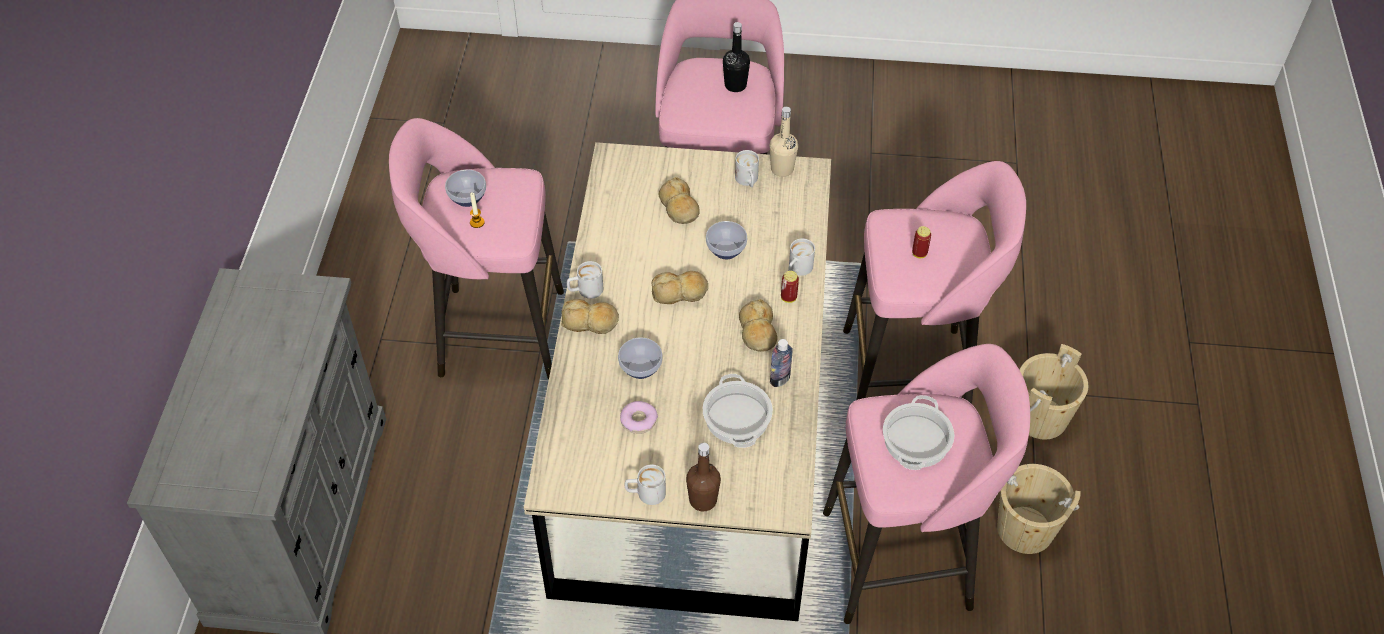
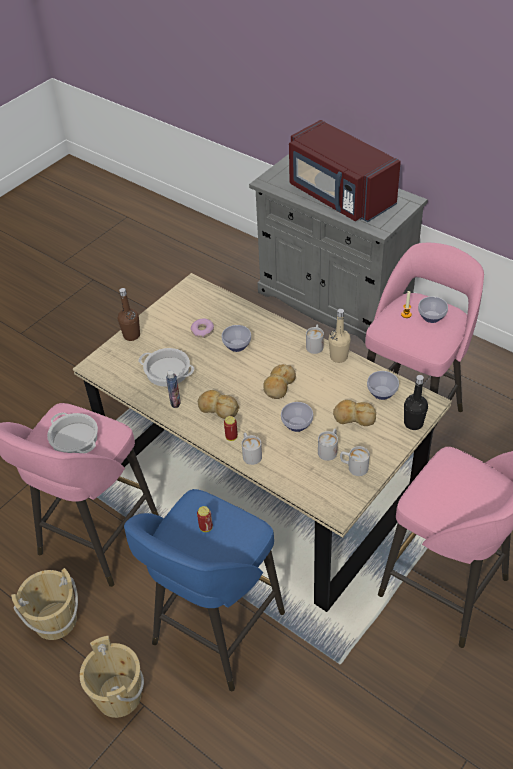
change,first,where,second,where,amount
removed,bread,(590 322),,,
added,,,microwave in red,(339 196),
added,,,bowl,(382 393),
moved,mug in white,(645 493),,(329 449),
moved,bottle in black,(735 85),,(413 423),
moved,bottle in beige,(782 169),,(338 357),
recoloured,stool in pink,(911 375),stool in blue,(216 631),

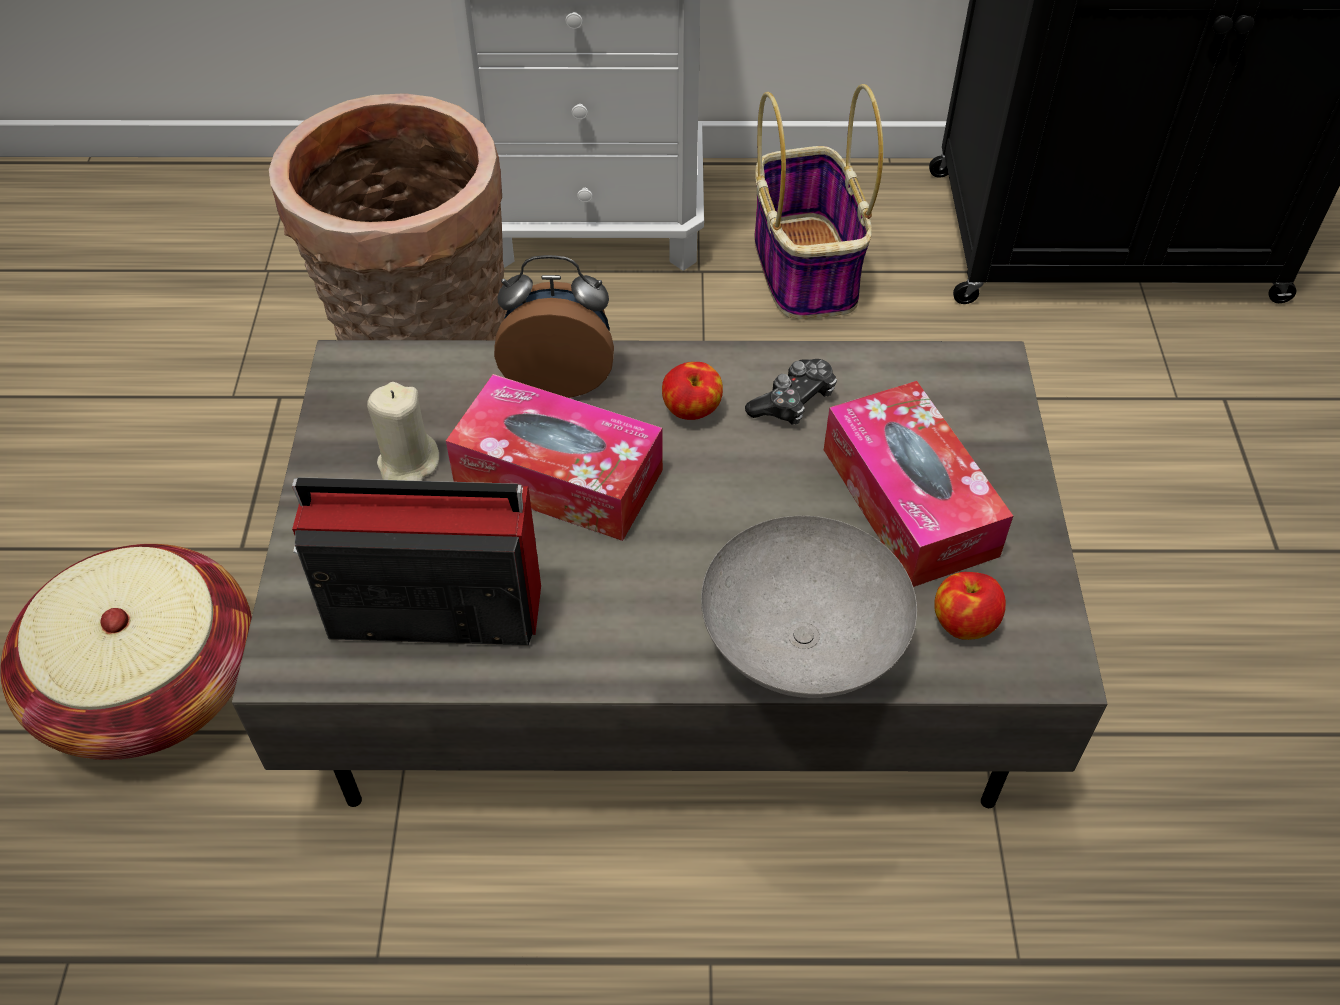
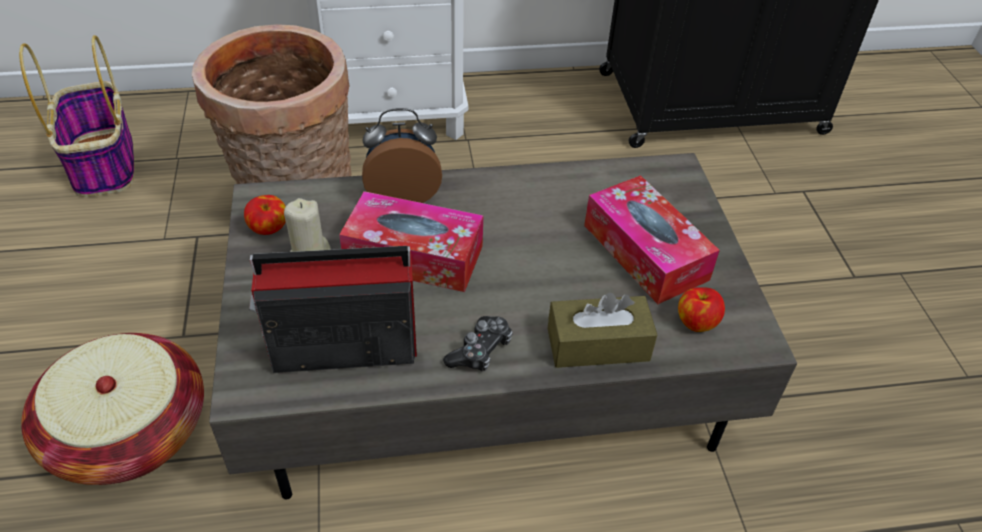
change,first,where,second,where,amount
moved,apple,(692 411),,(269 229),
moved,game controller,(793 401),,(480 351),
moved,basket,(804 267),,(103 162),
replaced,bowl in grey,(805 643),tissue box in brown,(598 344),

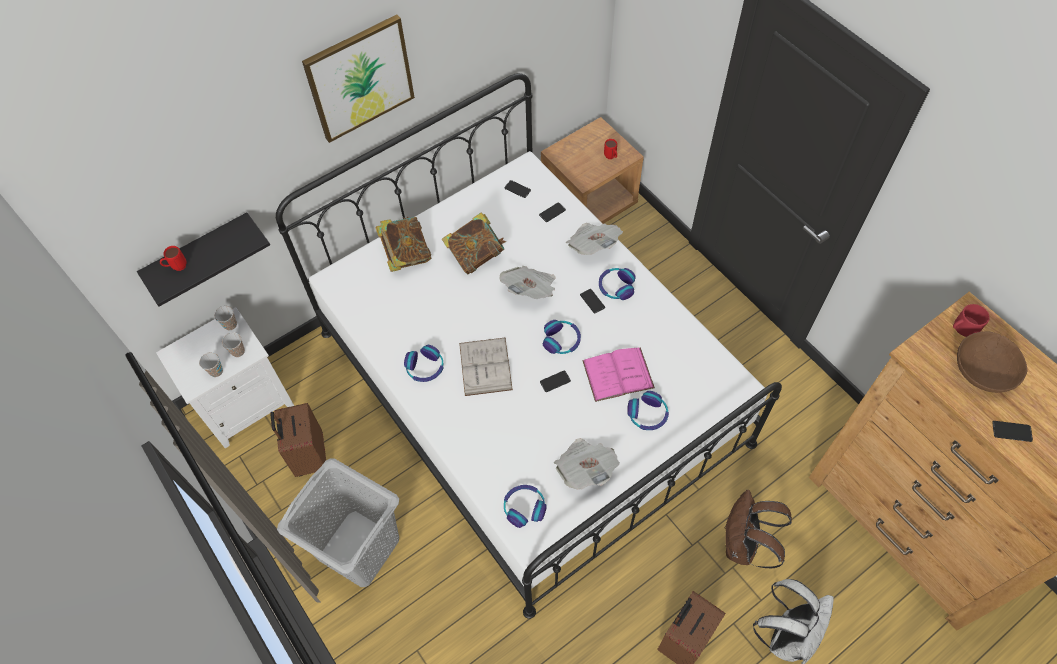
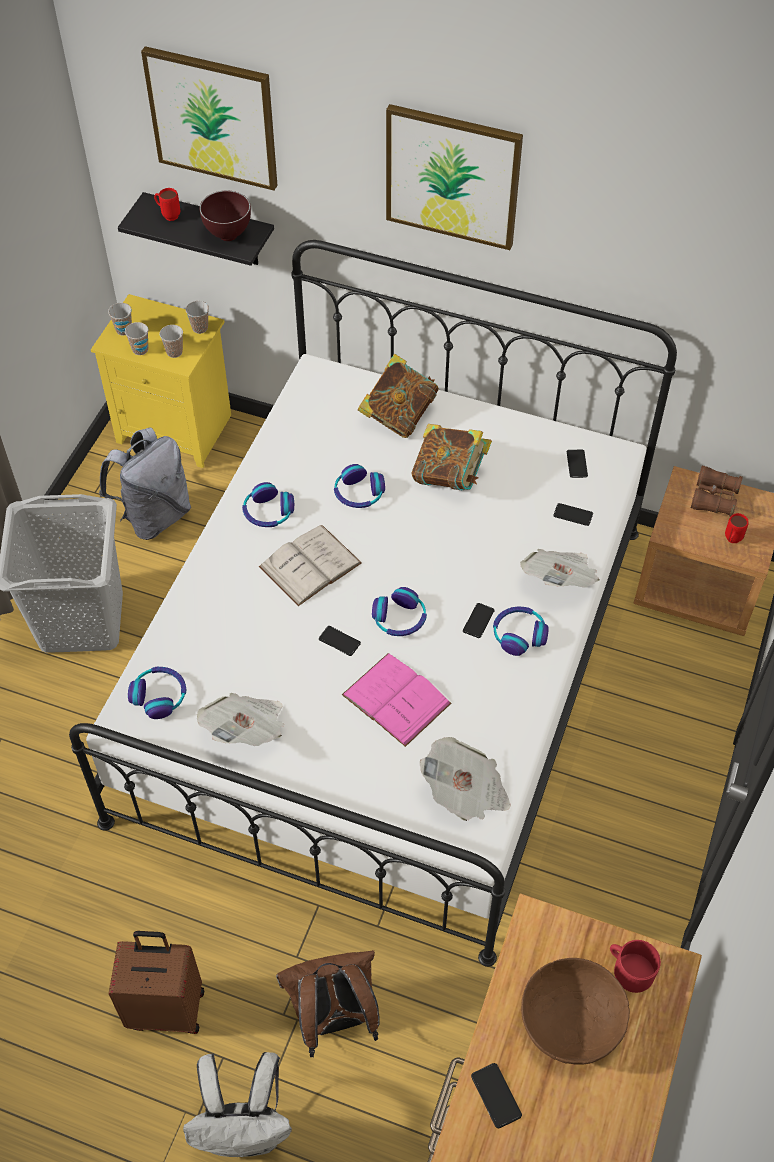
change,first,where,second,where,amount
added,,,cup,(124 330),
added,,,picture,(213 117),
added,,,bowl in brown,(228 235),
added,,,binoculars in brown,(714 498),
moved,newspaper,(530 290),,(465 792),
moved,headphones,(647 414),,(359 493),
replaced,suitcase in brown,(309 456),backpack in grey,(154 516),
recoloured,nightstand in white,(247 403),nightstand in yellow,(177 428),

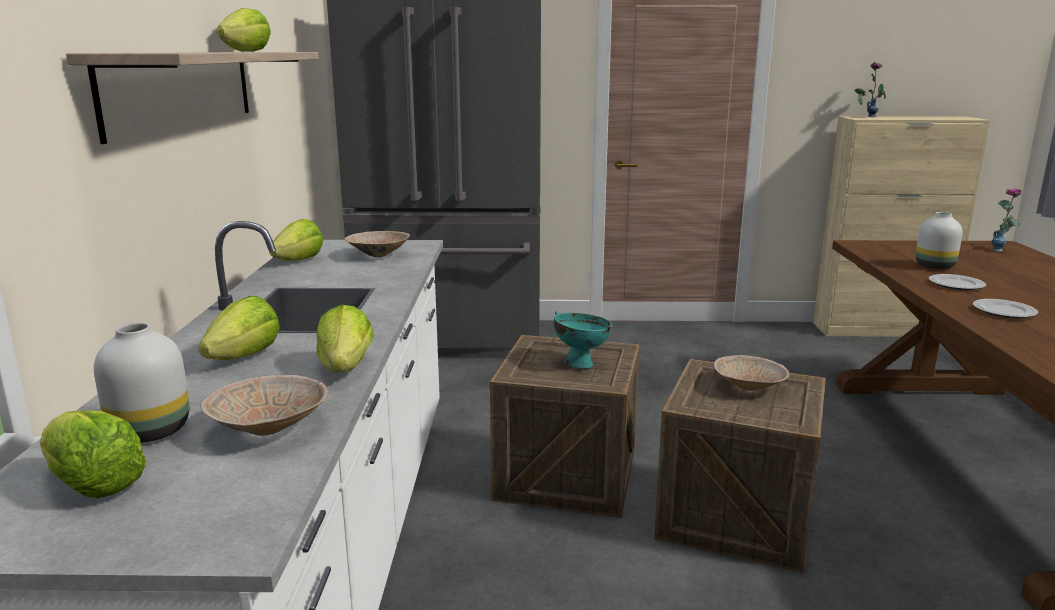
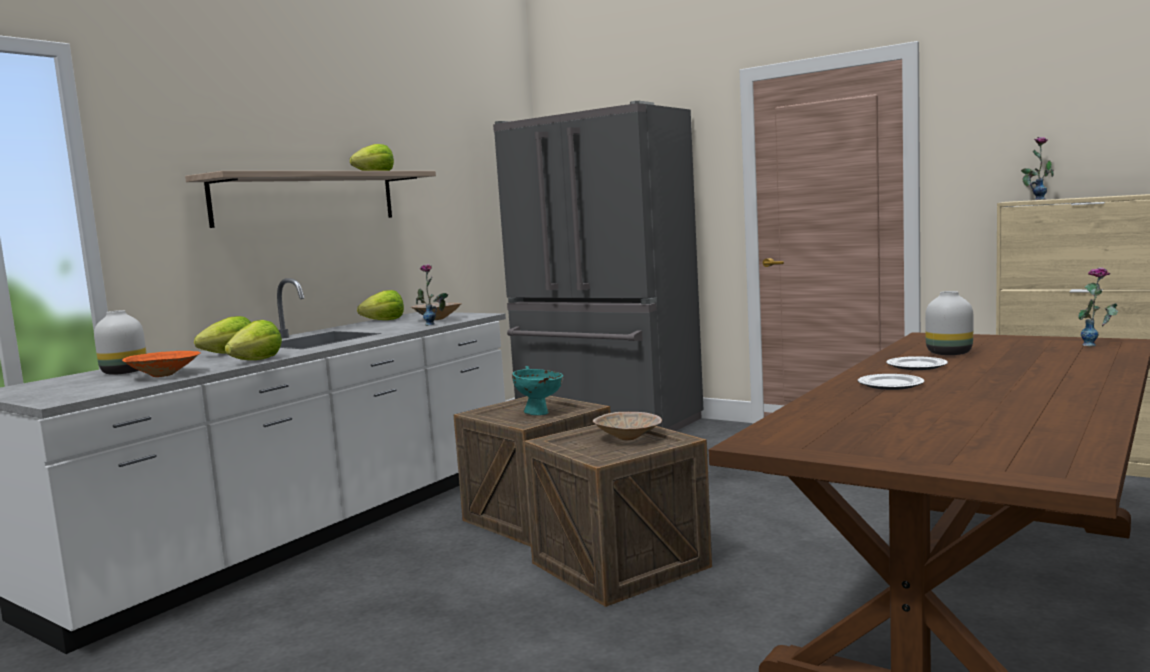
change,first,where,second,where,amount
removed,lettuce,(93 485),,,
added,,,vase,(434 325),
recoloured,bowl in beige,(270 427),bowl in orange,(165 375),

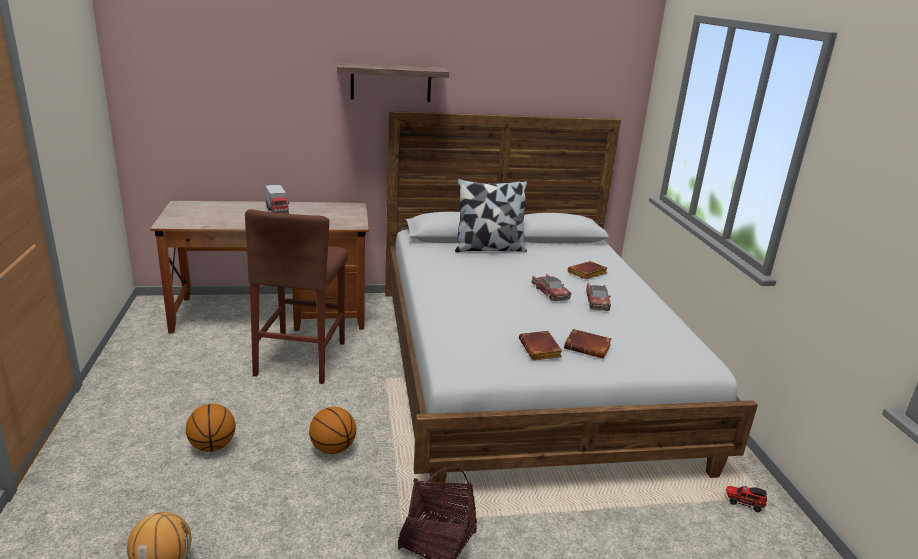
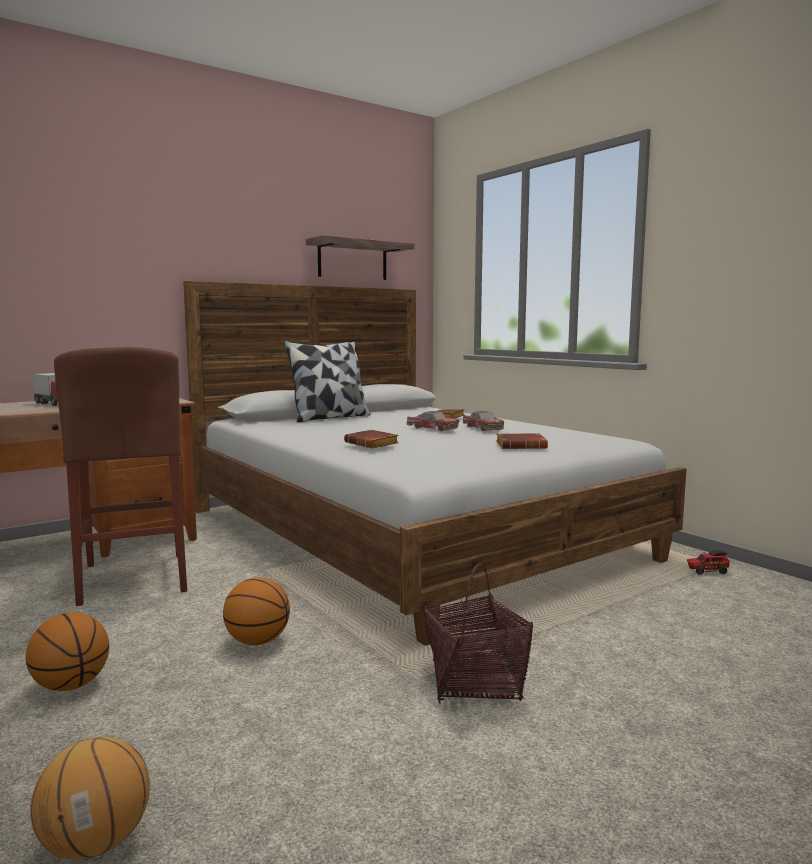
change,first,where,second,where,amount
moved,shelf,(391 82),,(352 260),
moved,book in brown,(541 350),,(373 444),

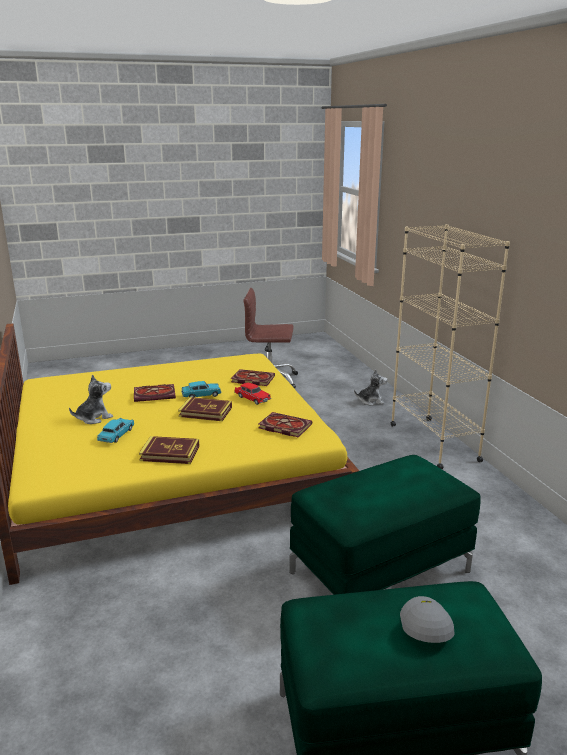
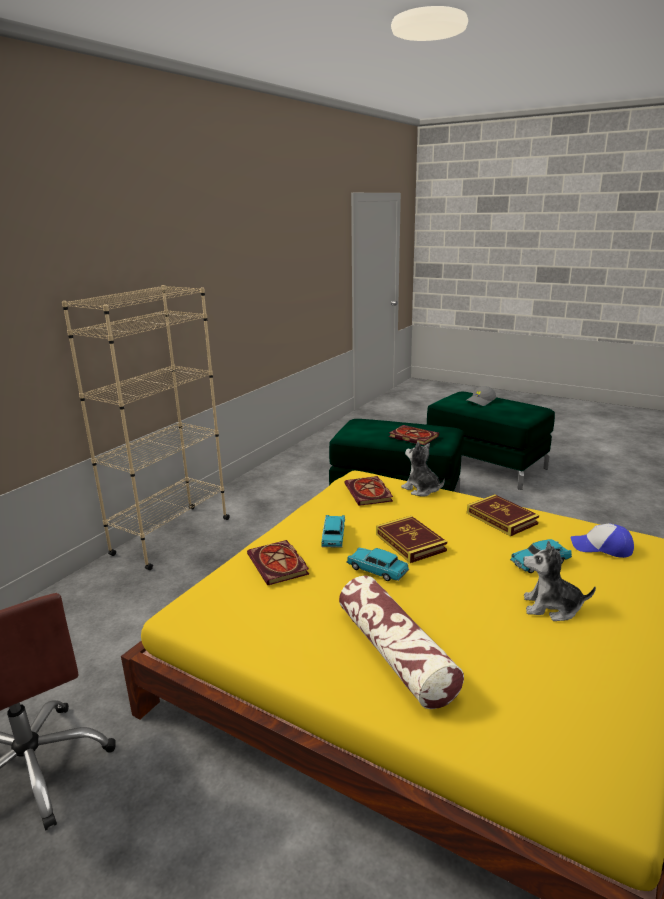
change,first,where,second,where,amount
added,,,pillow,(395 654),
added,,,cap,(602 547),
moved,book,(155 394),,(412 437),
moved,plush toy,(370 401),,(421 489),
recoloured,toy car in red,(252 399),toy car in turquoise,(333 537),

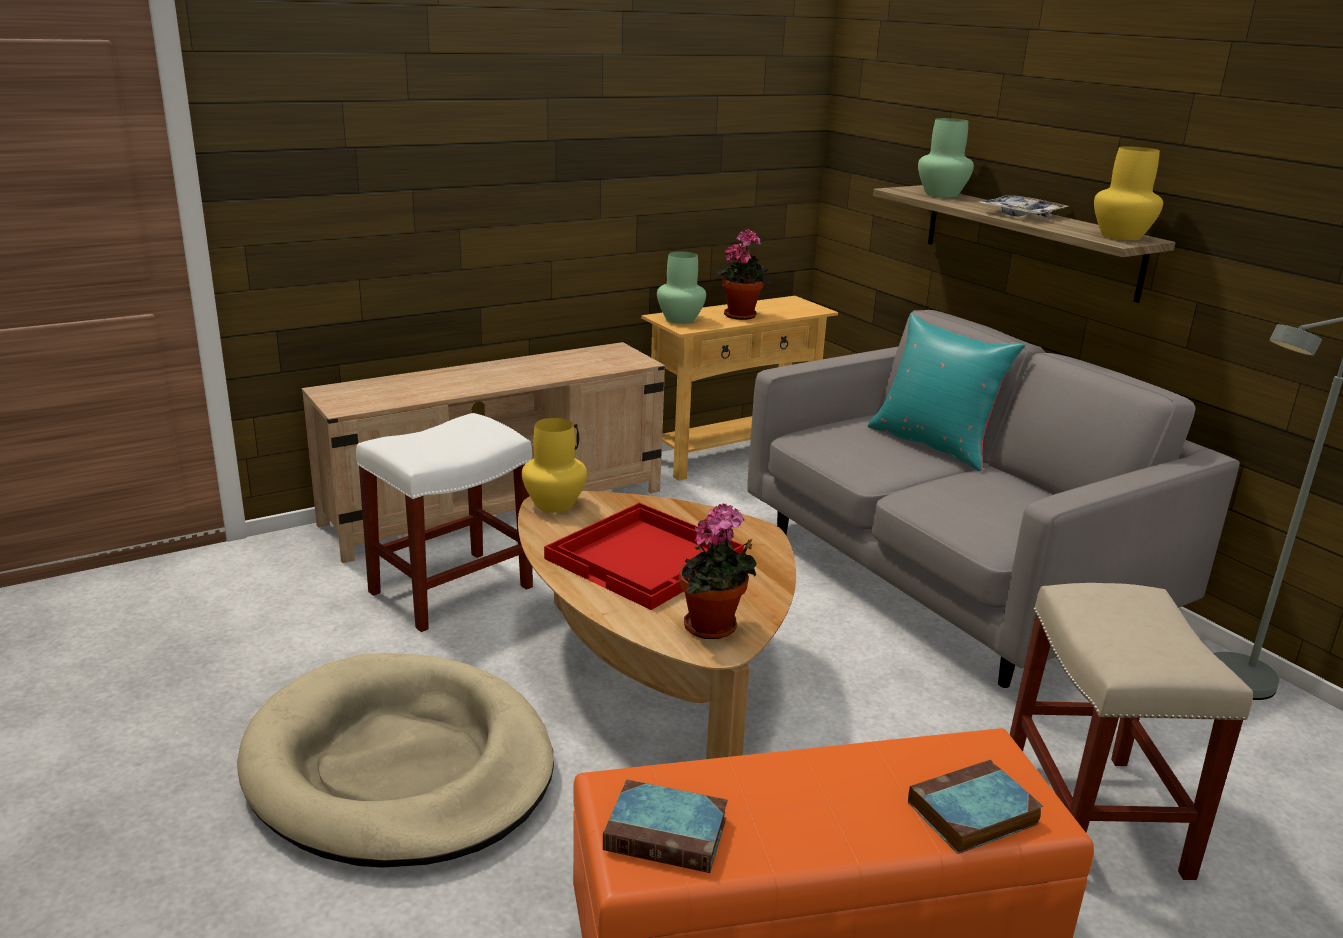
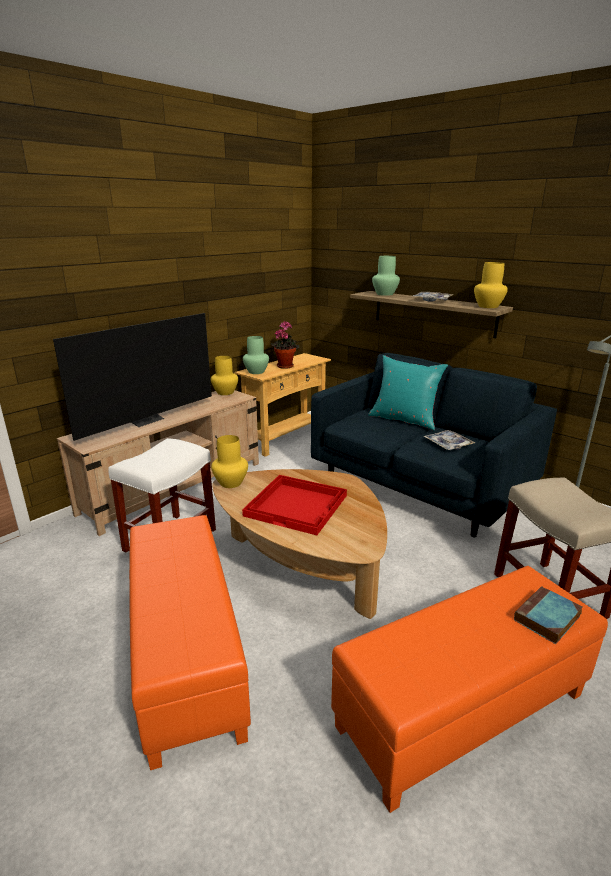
change,first,where,second,where,amount
removed,book,(669 833),,,
removed,potted plant,(714 628),,,
added,,,television,(146 420),
added,,,vase in yellow,(225 392),
added,,,tray,(448 444),
replaced,dog bed in beige,(400 767),ottoman in orange,(188 656),
recoloured,sofa in grey,(948 578),sofa in blue,(419 485),

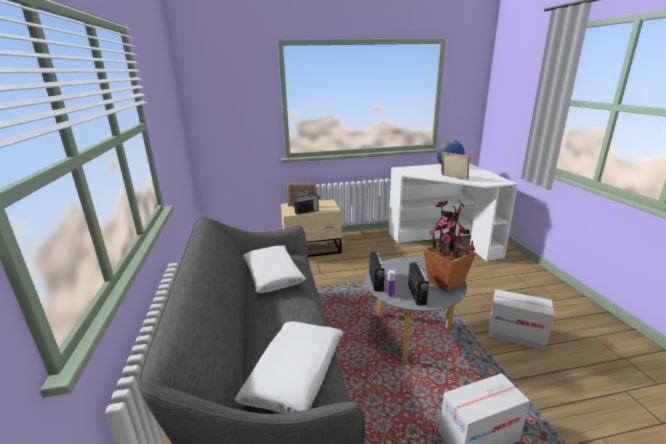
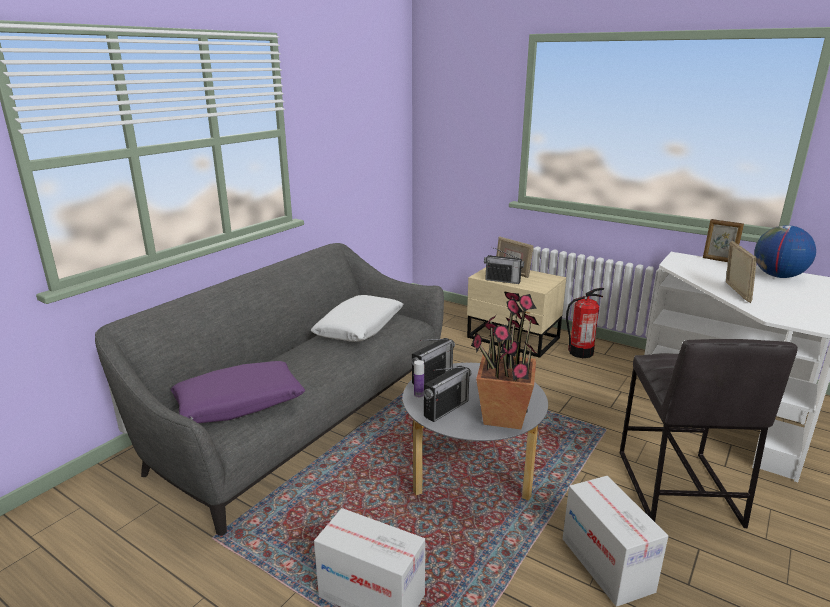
change,first,where,second,where,amount
added,,,fire extinguisher,(580 352),
added,,,stool in grey,(676 488),
added,,,picture frame,(718 260),
recoloured,pillow in white,(295 373),pillow in purple,(239 403),

